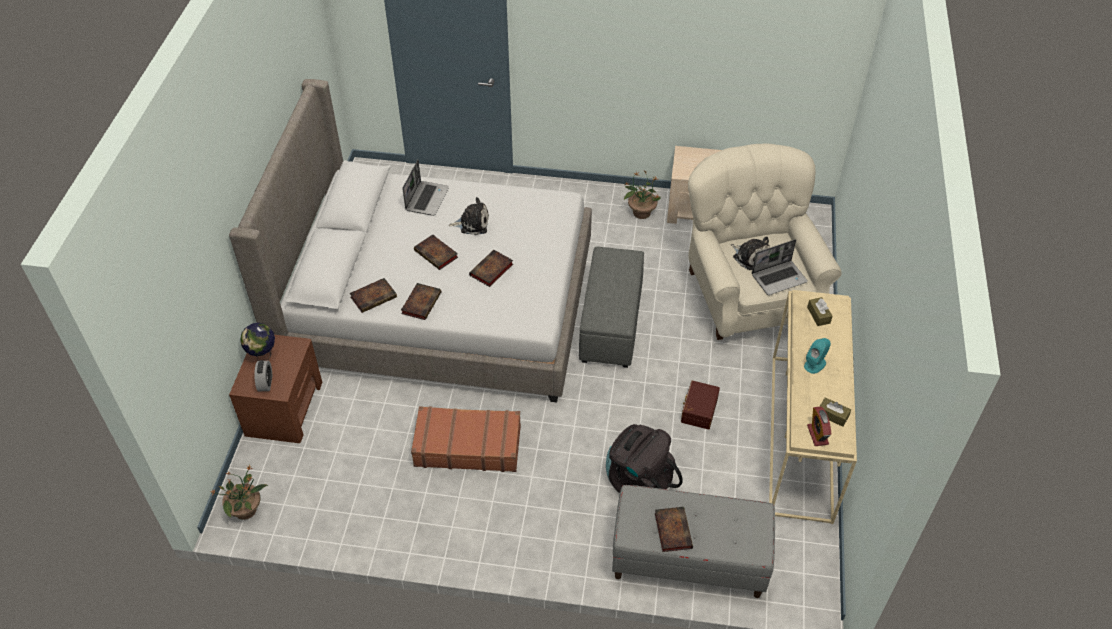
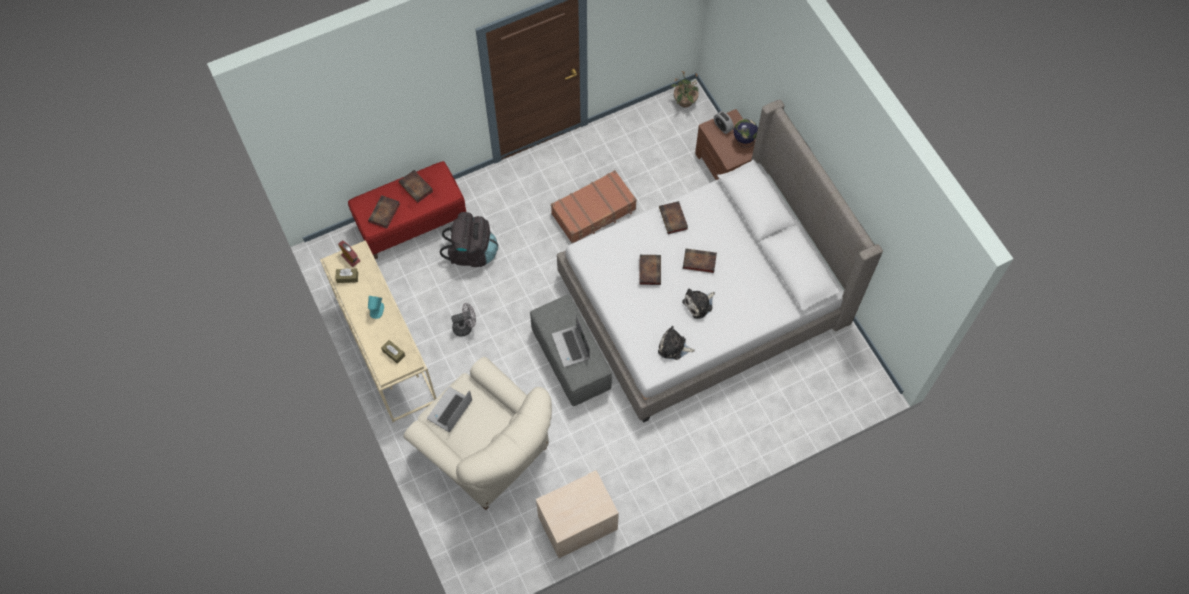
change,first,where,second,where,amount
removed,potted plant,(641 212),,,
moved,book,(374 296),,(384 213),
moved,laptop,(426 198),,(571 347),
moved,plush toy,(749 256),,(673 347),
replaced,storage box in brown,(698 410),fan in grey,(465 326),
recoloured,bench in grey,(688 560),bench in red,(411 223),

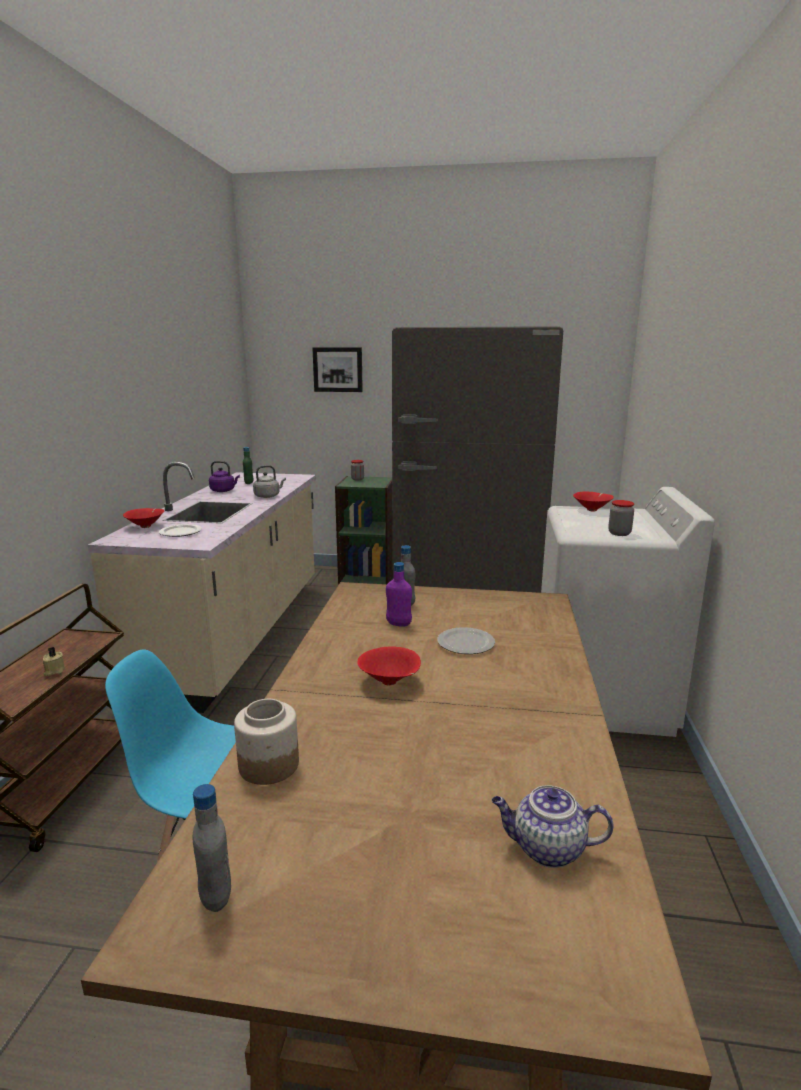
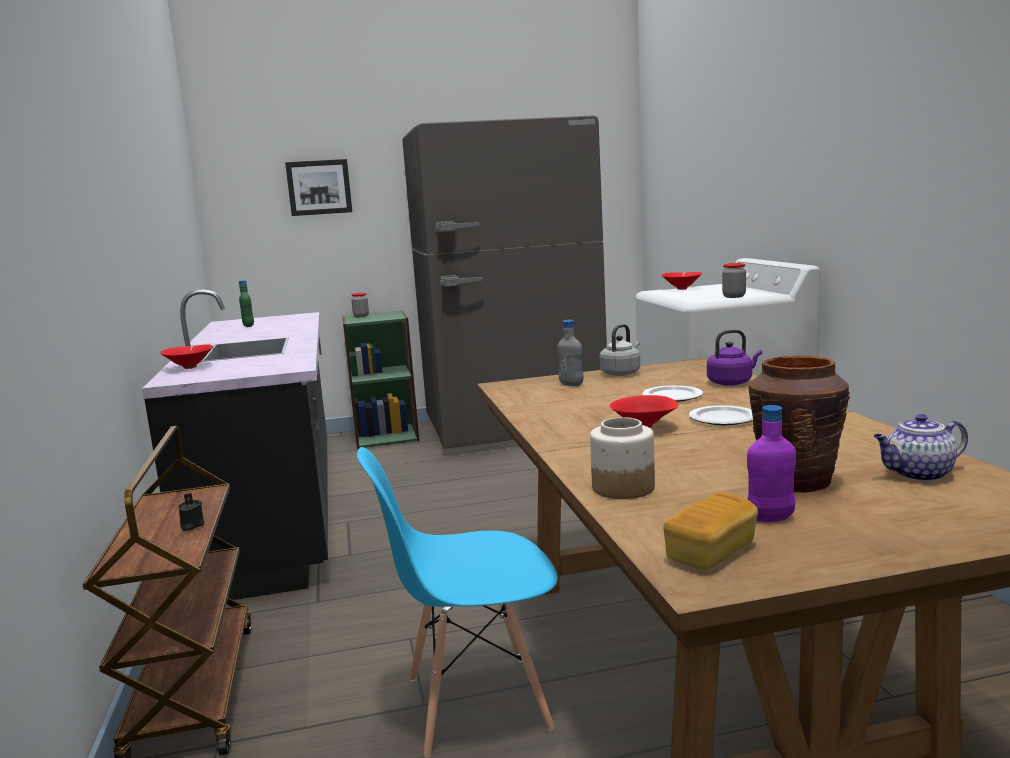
change,first,where,second,where,amount
added,,,vase in brown,(795 482),
moved,plate,(180 532),,(723 419),
moved,kettle in purple,(224 491),,(731 382),
moved,kettle in grey,(268 496),,(621 373),
moved,bottle in purple,(398 624),,(770 518),
replaced,bottle in grey,(216 896),bread,(711 552),
recoloured,candle in beige,(54 671),candle in black,(191 525),
recoloured,counter in beige,(238 634),counter in black,(275 513),

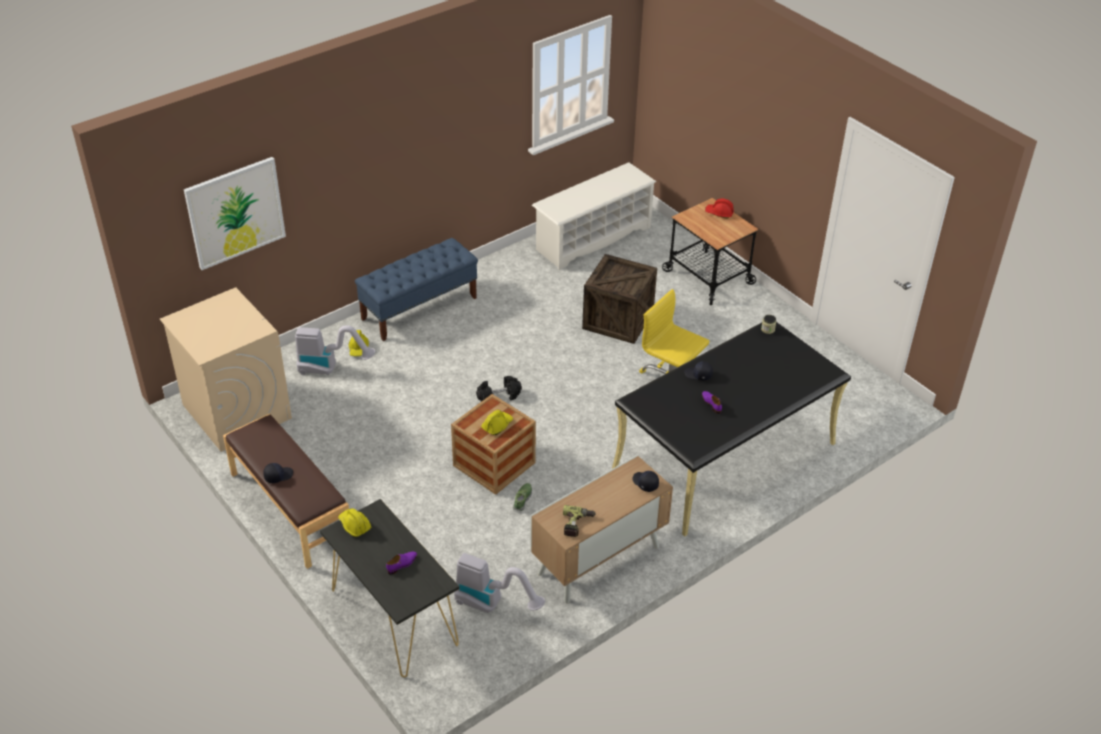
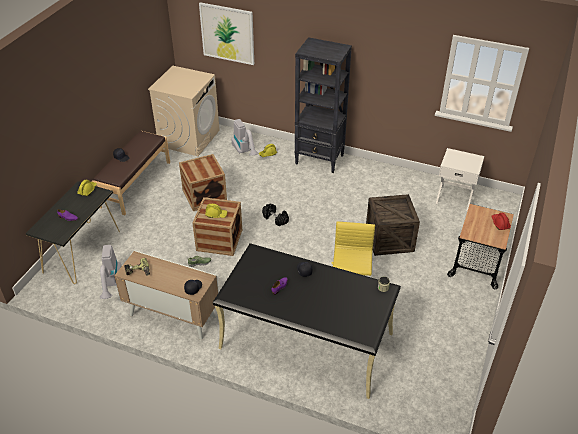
change,first,where,second,where,amount
added,,,crate,(204 196),
replaced,bench in blue,(419 308),bookcase in black,(320 160),
replaced,shoe rack in white,(593 238),nightstand in white,(454 197),

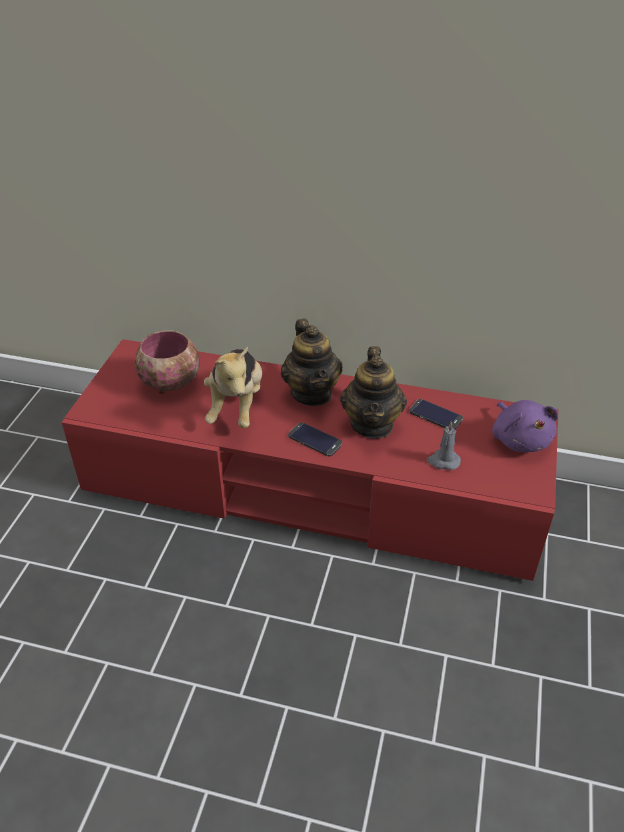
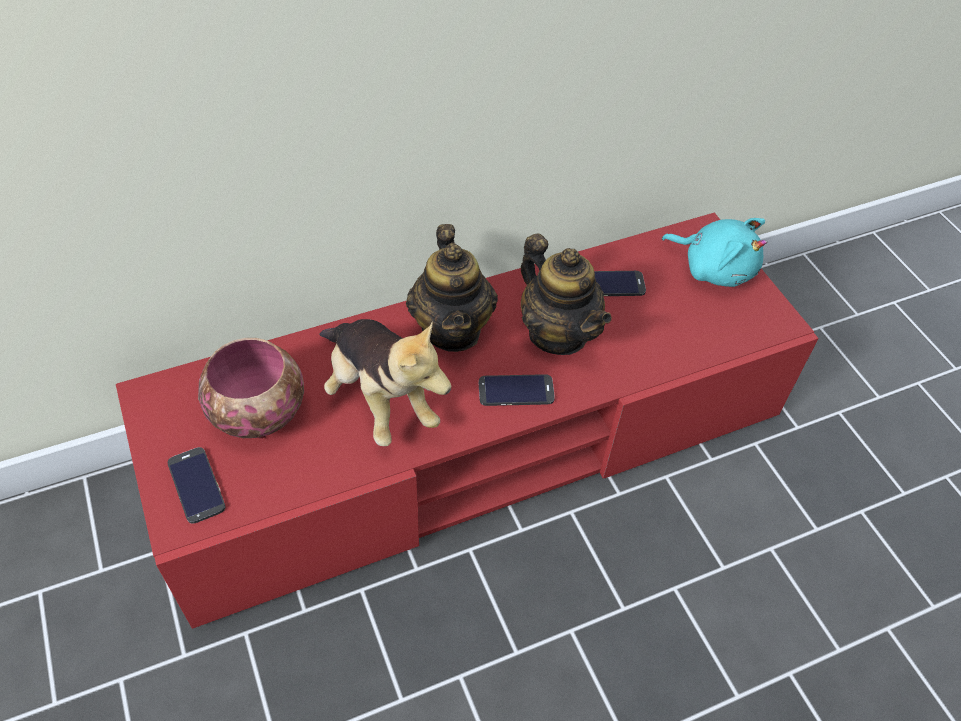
change,first,where,second,where,amount
removed,candle in grey,(443 461),,,
added,,,phone,(196 485),
recoloured,plush toy in purple,(520 439),plush toy in turquoise,(714 268),
turned,teapot,(312 393),,(452 329),45 degrees clockwise

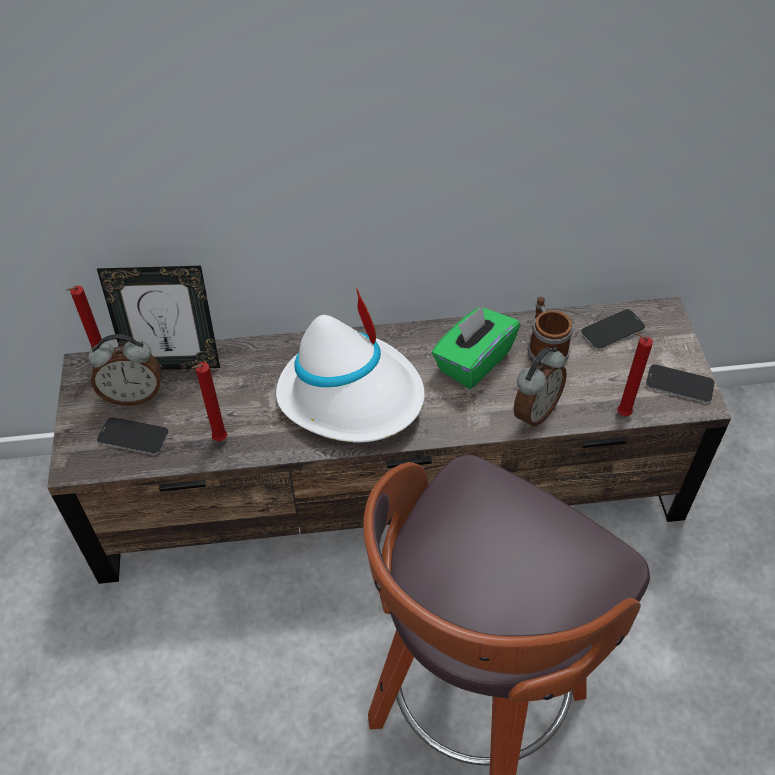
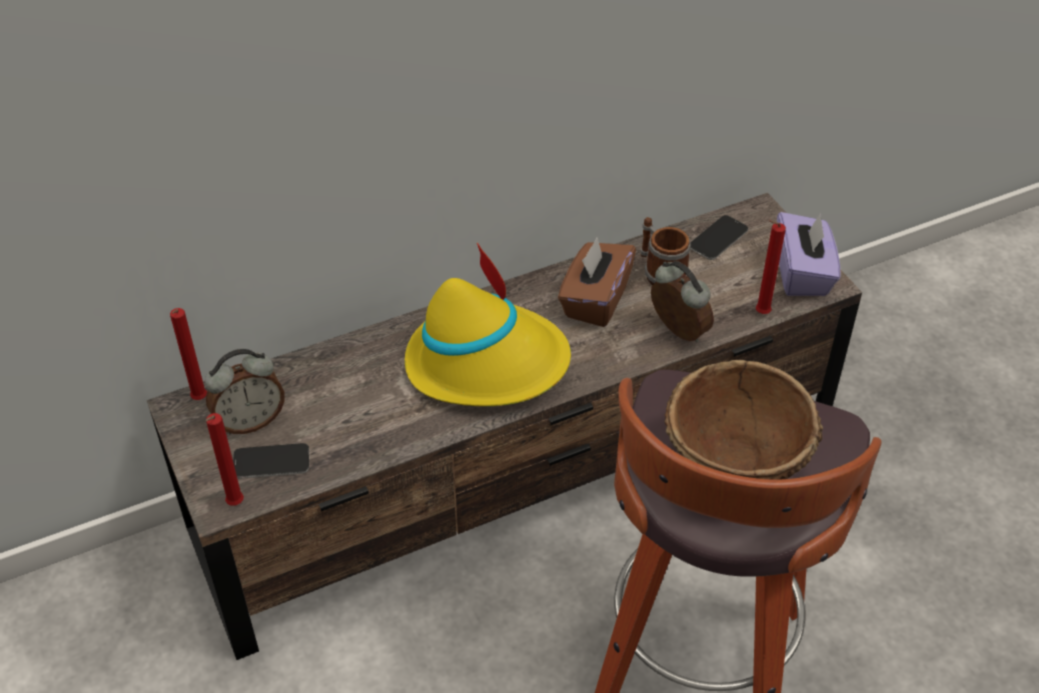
change,first,where,second,where,amount
removed,picture frame,(173 363),,,
added,,,bowl in brown,(734 468),
moved,candle in red,(218 440),,(234 505),
replaced,phone,(679 384),tissue box in purple,(802 273),
recoloured,hat in white,(352 395),hat in yellow,(487 363),
recoloured,tissue box in green,(473 361),tissue box in brown,(595 300),
turned,alarm clock,(534 411),,(677 332),60 degrees counterclockwise

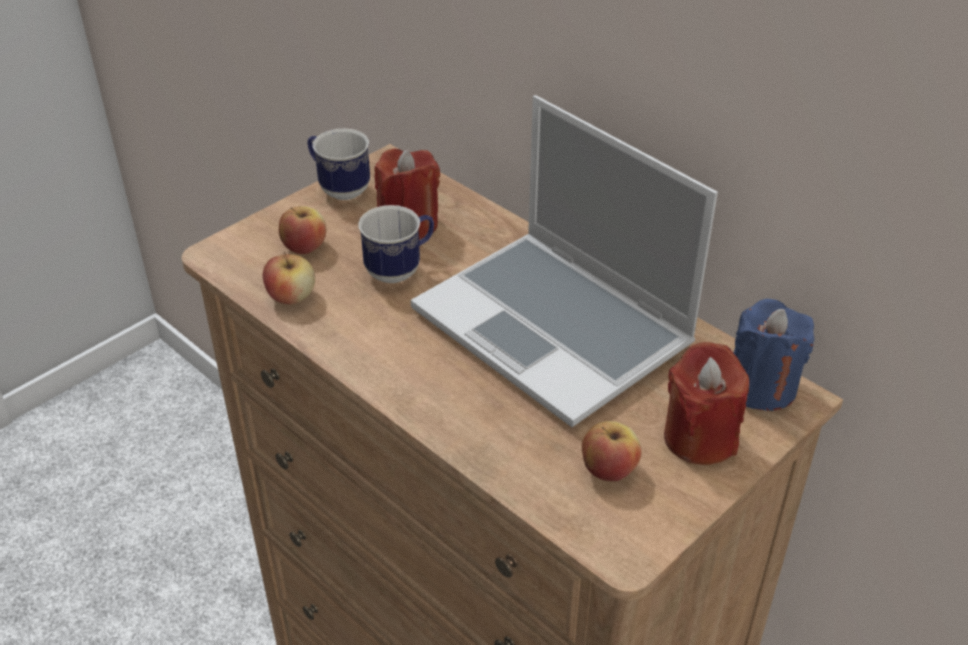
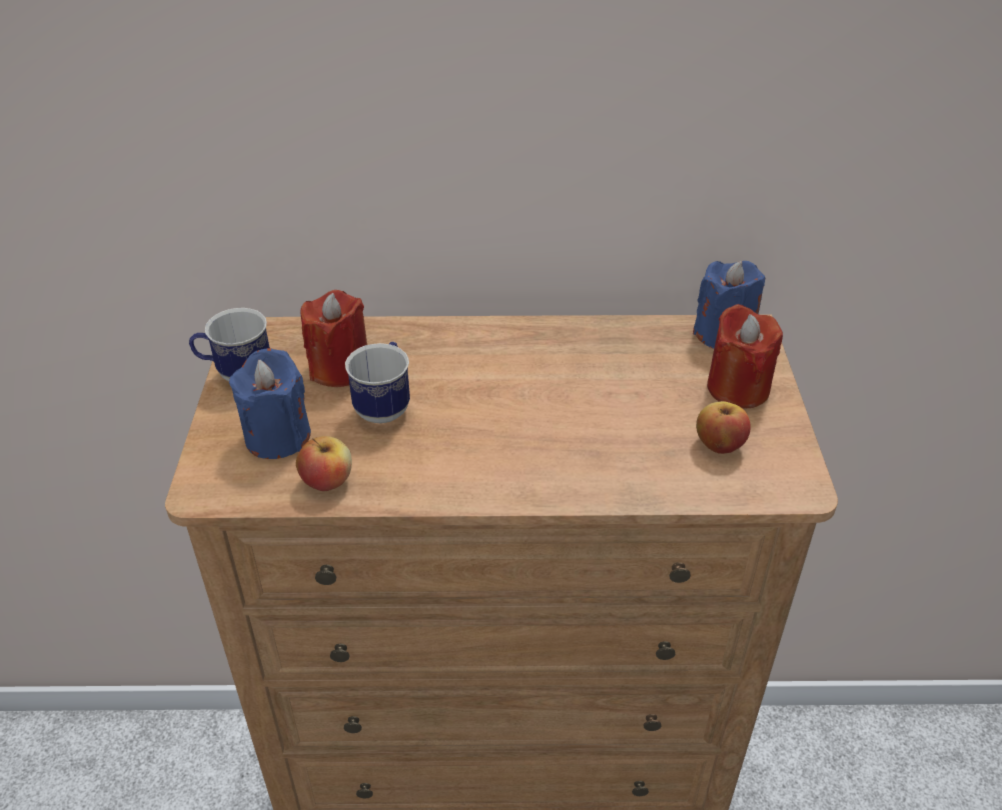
change,first,where,second,where,amount
removed,laptop,(556 329),,,
replaced,apple,(304 247),candle in blue,(277 437),

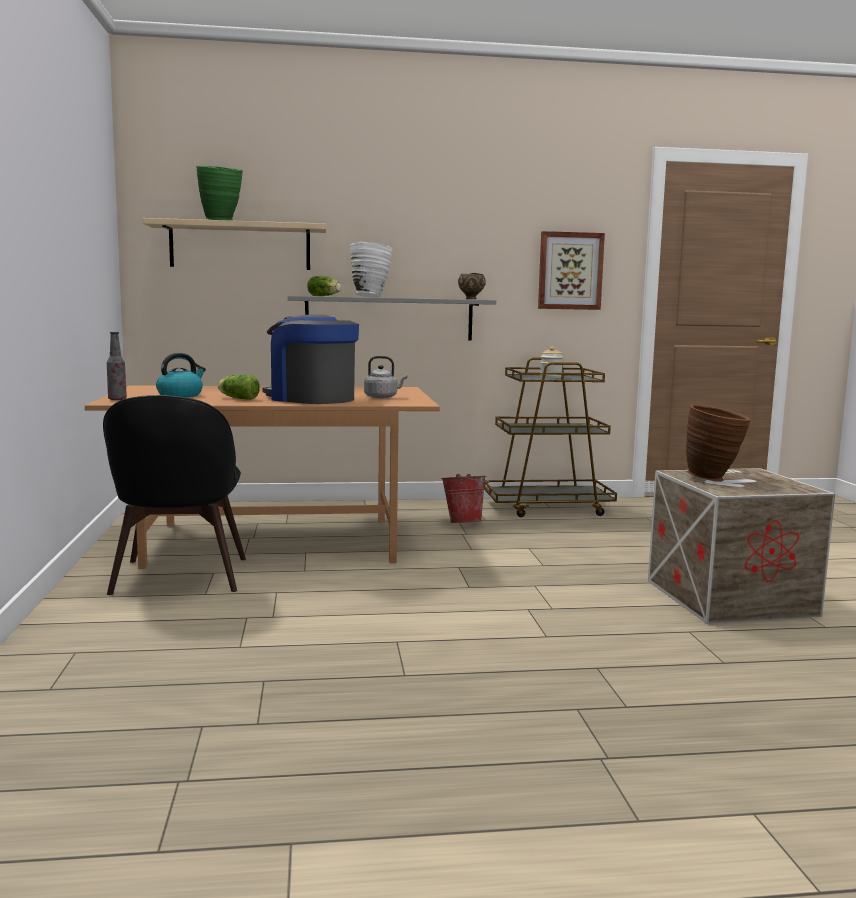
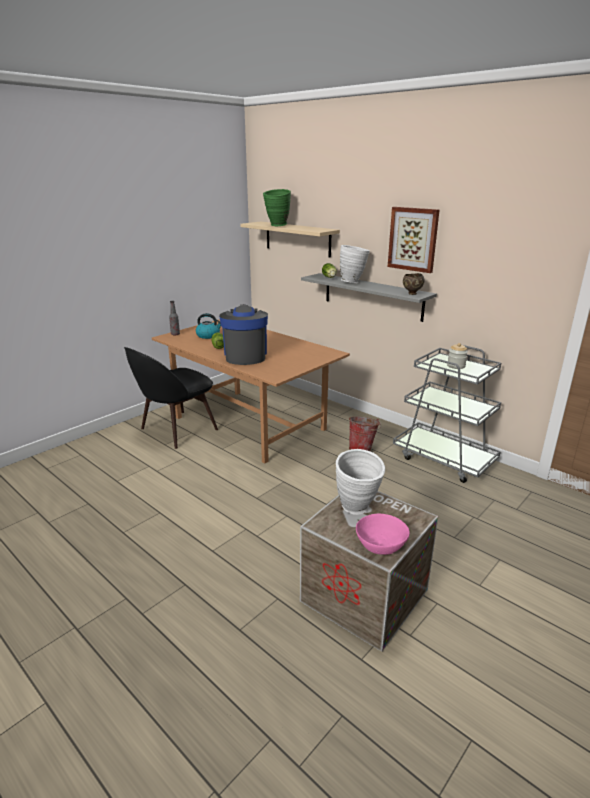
change,first,where,second,where,amount
removed,kettle in grey,(382 397),,,
added,,,bowl in pink,(380 545),
moved,picture,(570 271),,(413 239),
recoloured,cart in brown,(548 508),cart in grey,(444 459),
recoloured,vase in brown,(714 479),vase in white,(358 510),

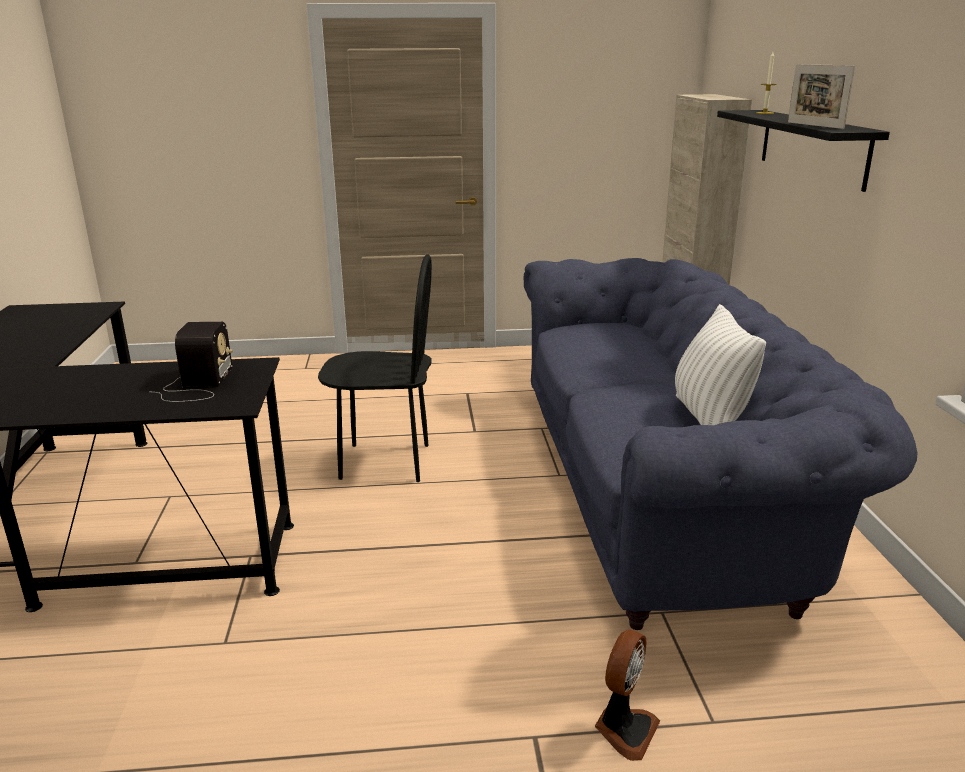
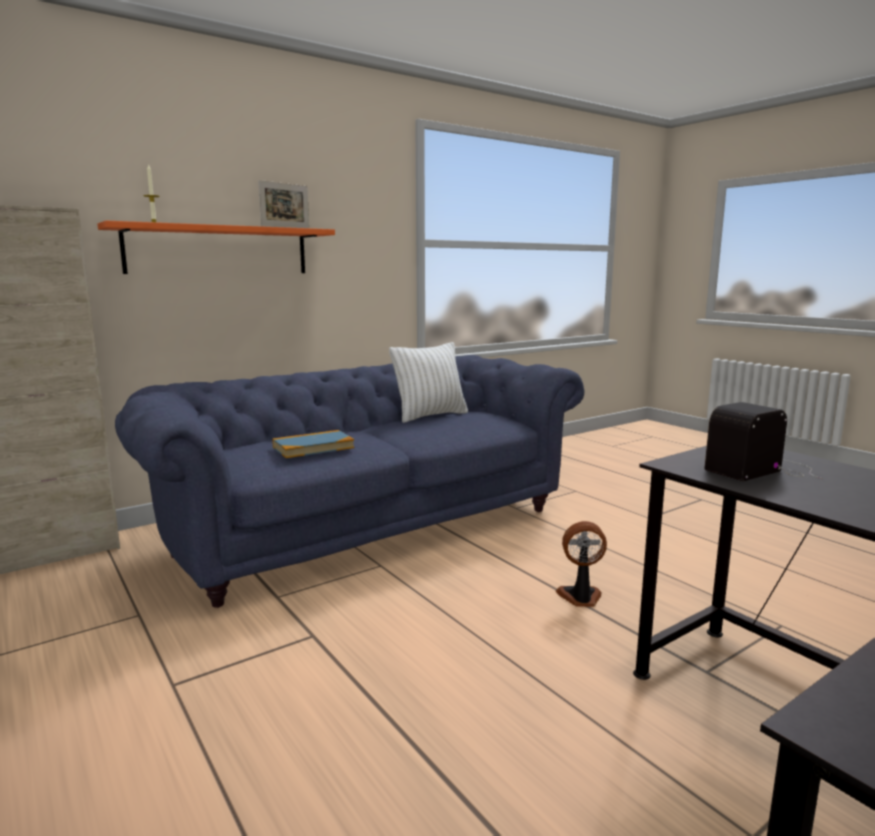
change,first,where,second,where,amount
removed,chair in black,(385 462),,,
added,,,book,(313 447),
moved,fan,(624 729),,(580 598),
recoloured,shelf in black,(812 146),shelf in orange,(219 250),

